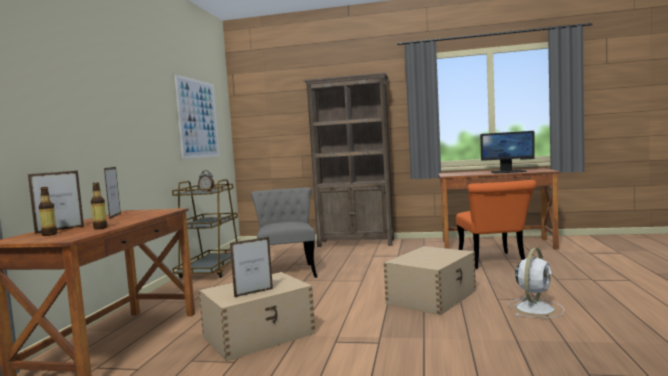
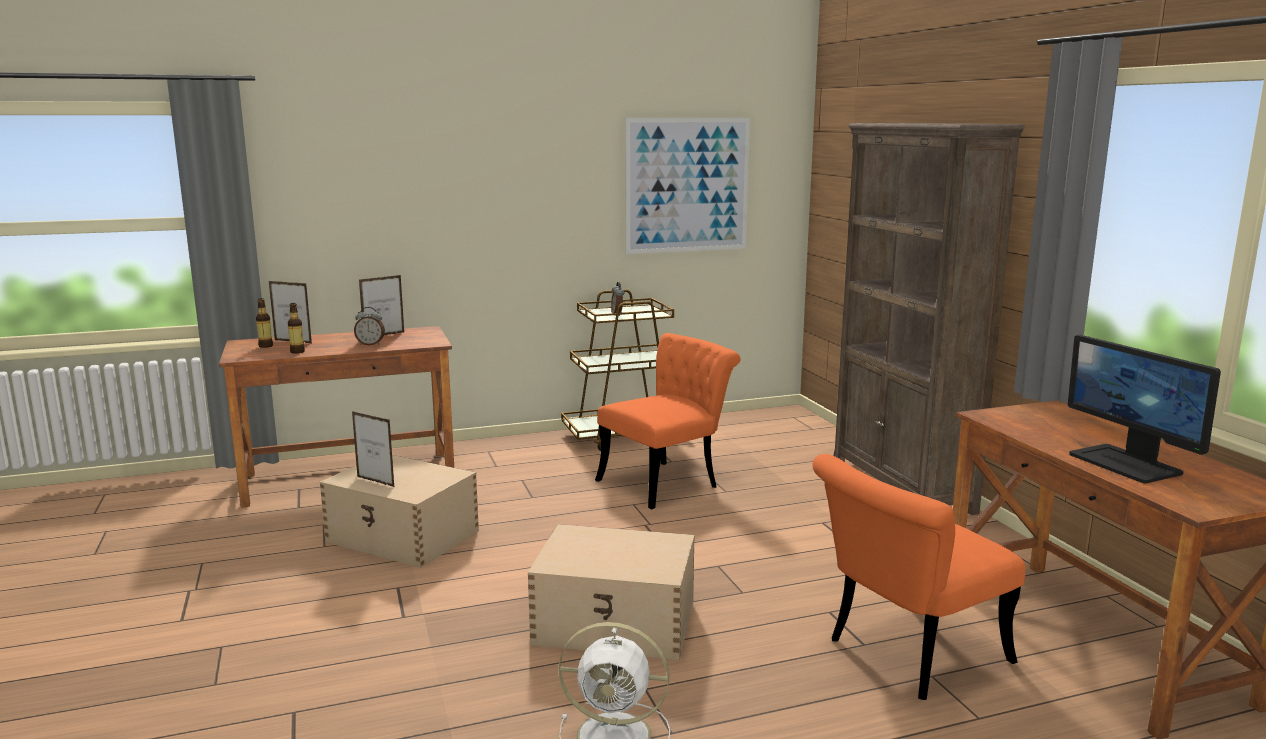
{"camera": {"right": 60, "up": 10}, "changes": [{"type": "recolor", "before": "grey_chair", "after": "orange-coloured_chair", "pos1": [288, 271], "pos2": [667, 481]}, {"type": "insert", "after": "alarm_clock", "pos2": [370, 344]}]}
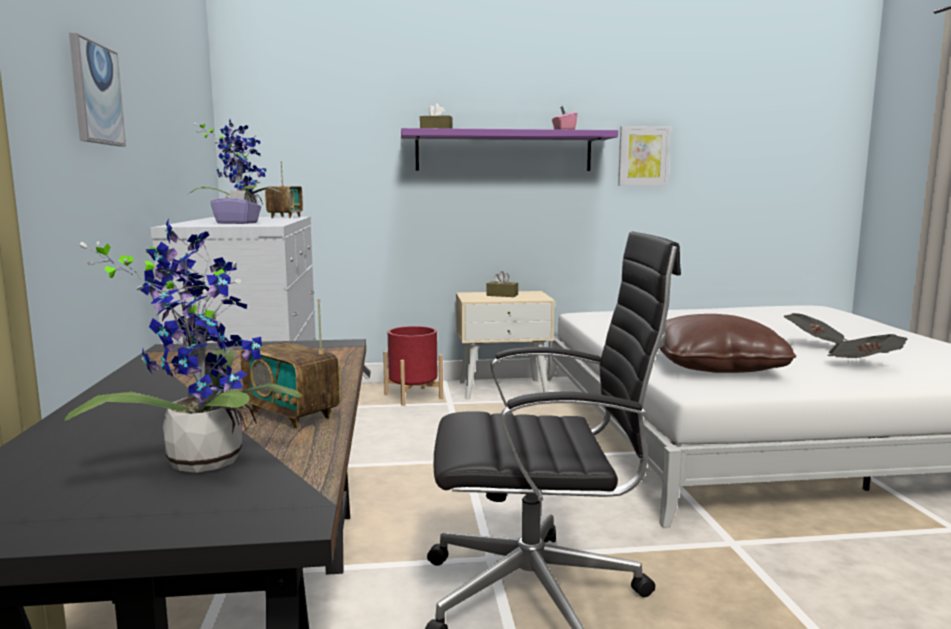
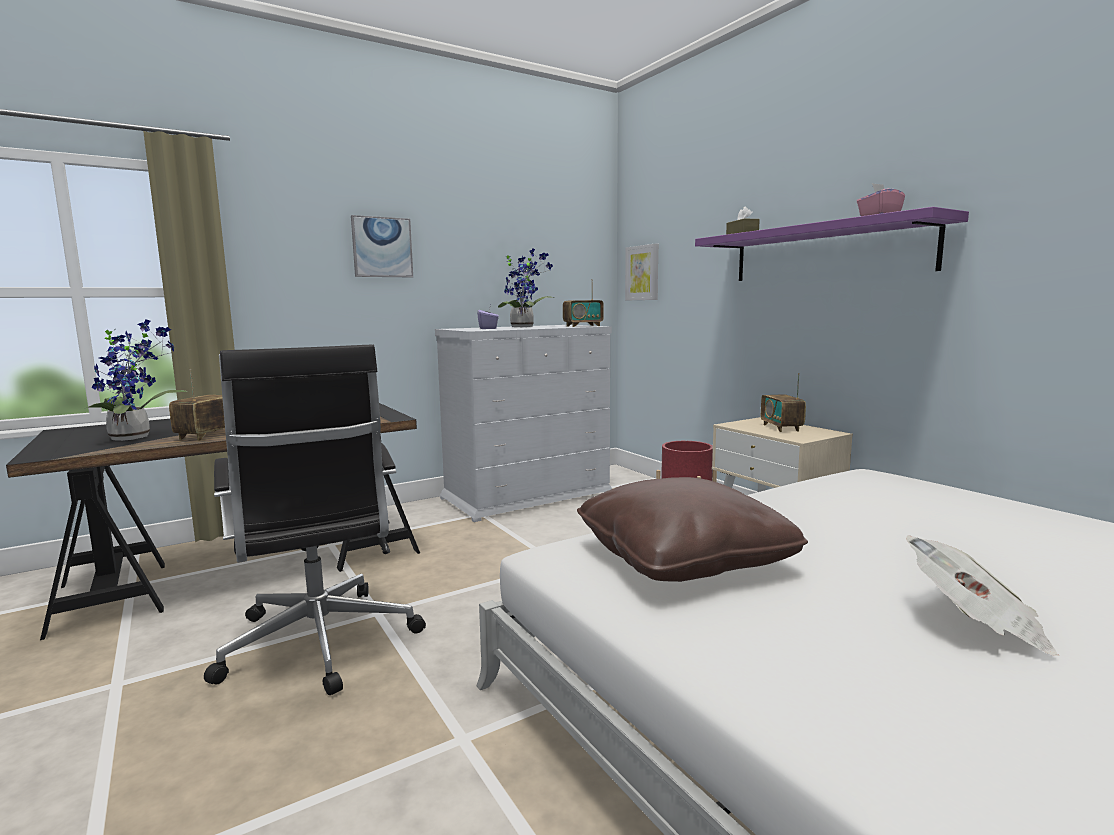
{"camera": {"right": 65, "up": 0}, "changes": [{"type": "replace", "before": "brownish_box_of_tissues", "after": "radio", "pos1": [502, 295], "pos2": [781, 428]}, {"type": "move", "before": "picture", "pos1": [643, 156], "pos2": [642, 273]}, {"type": "delete", "before": "newspaper", "pos1": [863, 366]}]}
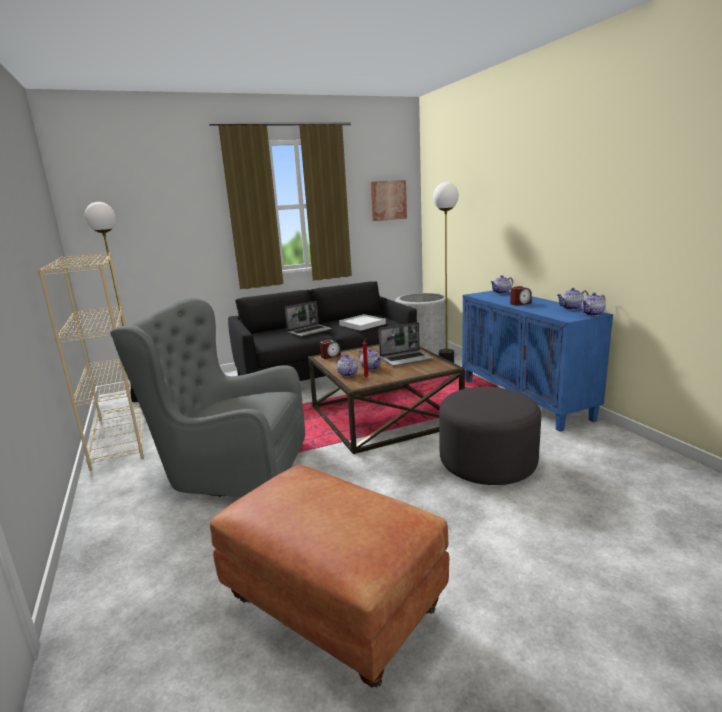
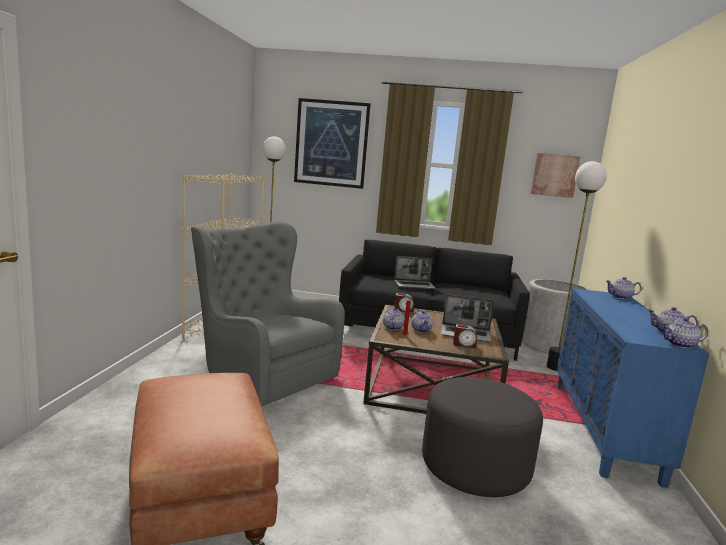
{"camera": {"right": 30, "up": -5}, "changes": [{"type": "delete", "before": "whitish_carrying_tray", "pos1": [362, 324]}, {"type": "move", "before": "alarm_clock", "pos1": [520, 303], "pos2": [464, 345]}, {"type": "insert", "after": "picture", "pos2": [331, 143]}]}
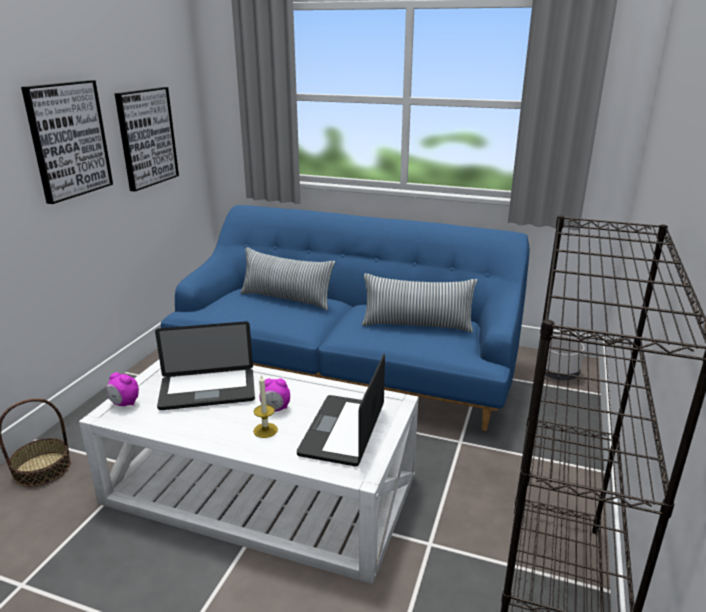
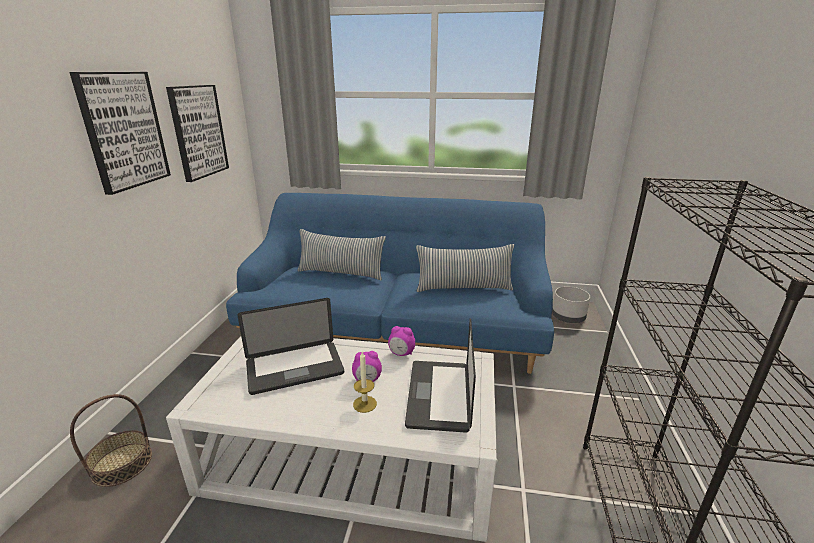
{"camera": {"right": -10, "up": 0}, "changes": [{"type": "move", "before": "alarm_clock", "pos1": [124, 404], "pos2": [401, 354]}]}
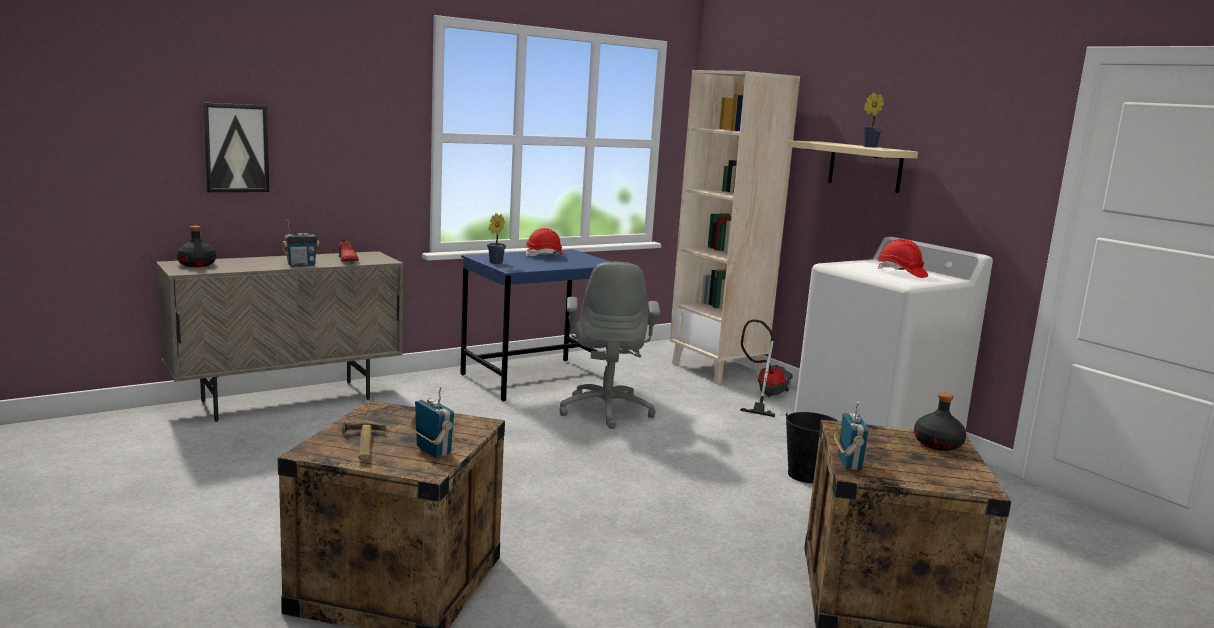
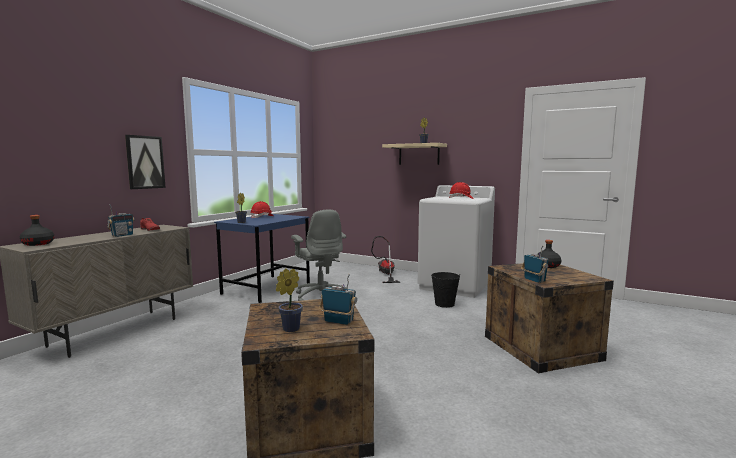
{"camera": {"right": -25, "up": -5}, "changes": [{"type": "move", "before": "picture", "pos1": [236, 148], "pos2": [145, 162]}, {"type": "replace", "before": "hand_hammer", "after": "plant_in_a_pot", "pos1": [361, 445], "pos2": [289, 329]}, {"type": "delete", "before": "sand-coloured_bookcase", "pos1": [717, 370]}]}
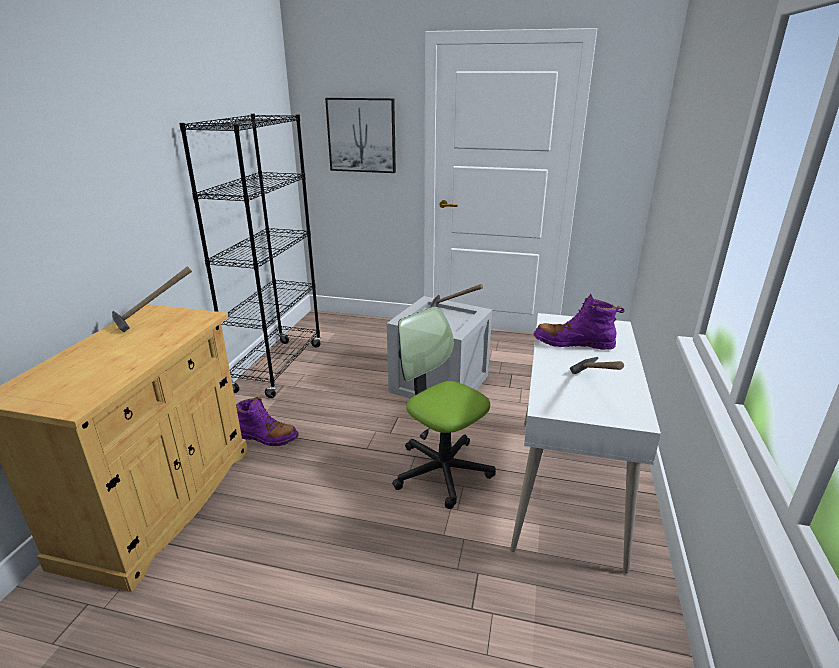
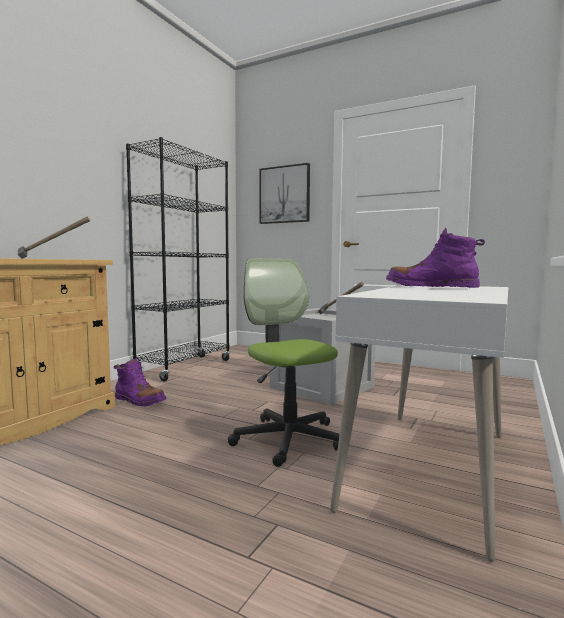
{"camera": {"right": 15, "up": -20}, "changes": [{"type": "delete", "before": "hand_hammer", "pos1": [594, 390]}]}
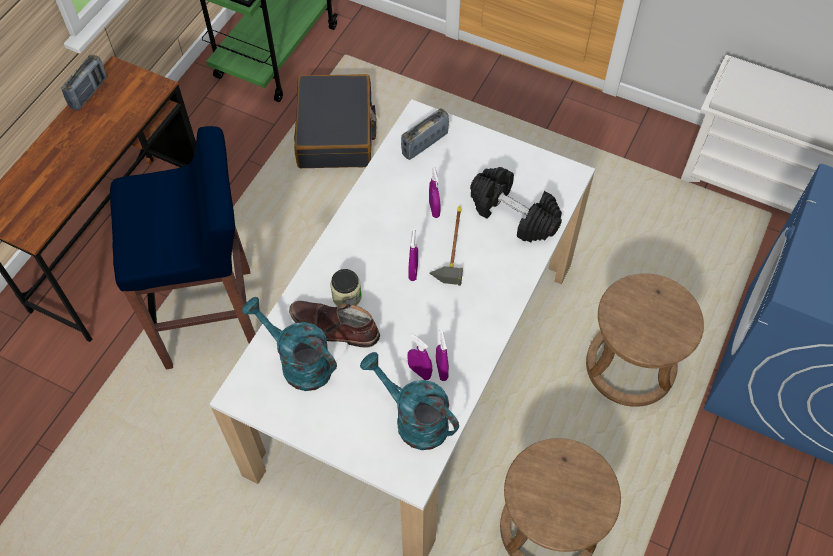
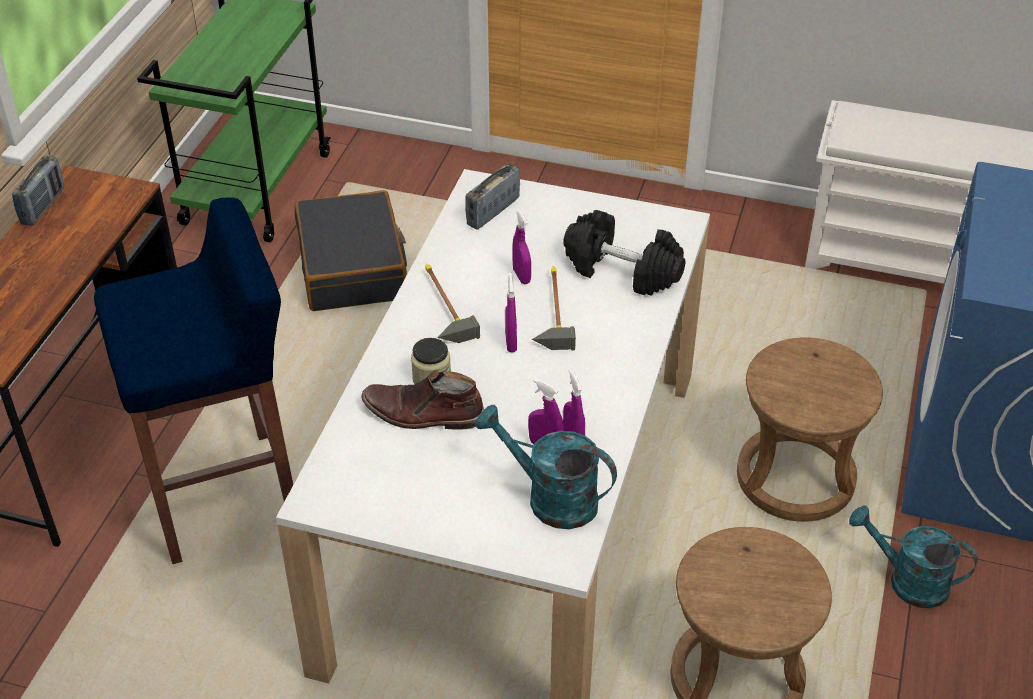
{"camera": {"right": -10, "up": -15}, "changes": [{"type": "move", "before": "blue-green_sprinkling_can", "pos1": [298, 363], "pos2": [907, 581]}, {"type": "insert", "after": "hand_hammer", "pos2": [439, 306]}]}
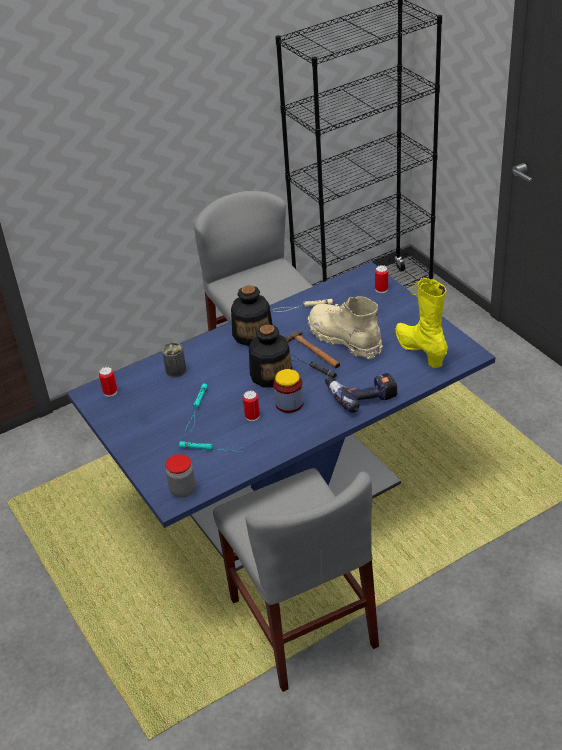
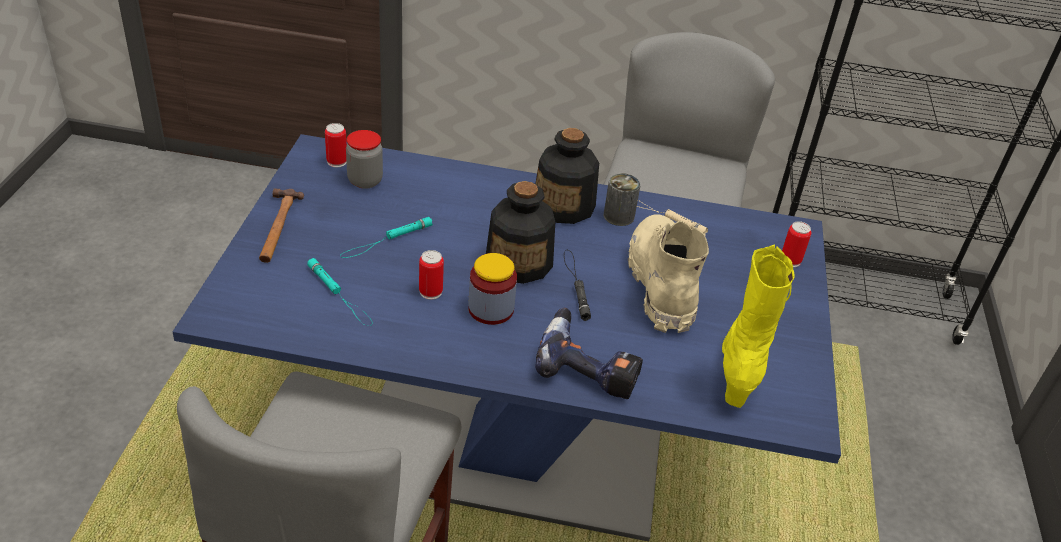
{"camera": {"right": 35, "up": 0}, "changes": [{"type": "move", "before": "can", "pos1": [176, 370], "pos2": [618, 216]}, {"type": "move", "before": "jar", "pos1": [183, 490], "pos2": [365, 181]}, {"type": "move", "before": "hand_hammer", "pos1": [314, 352], "pos2": [277, 227]}]}
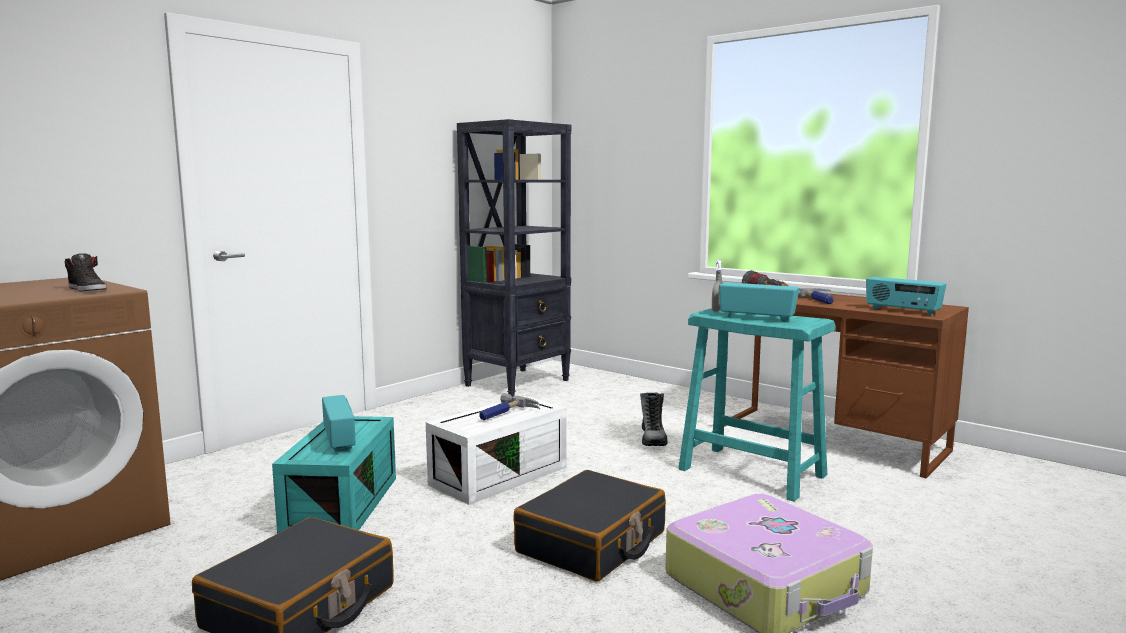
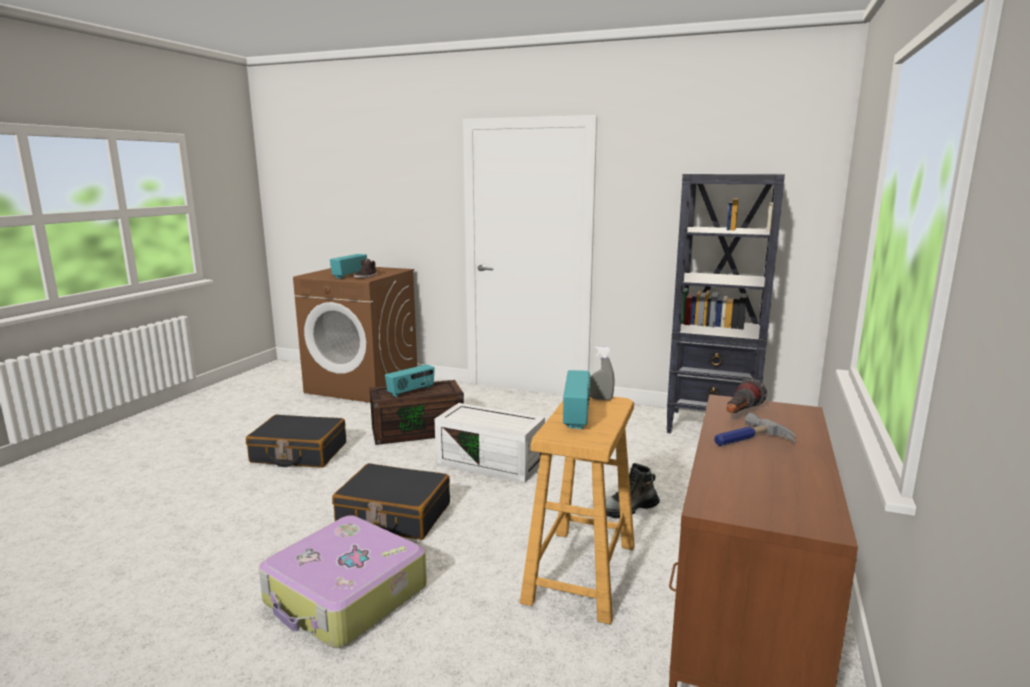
{"camera": {"right": 70, "up": 5}, "changes": [{"type": "recolor", "before": "blue-green_storage_container", "after": "brownish_storage_container", "pos1": [340, 504], "pos2": [418, 430]}, {"type": "delete", "before": "hand_hammer", "pos1": [505, 413]}, {"type": "recolor", "before": "blue-green_sitting_stool", "after": "sand-coloured_sitting_stool", "pos1": [751, 472], "pos2": [581, 572]}, {"type": "move", "before": "radio", "pos1": [902, 311], "pos2": [349, 275]}]}
